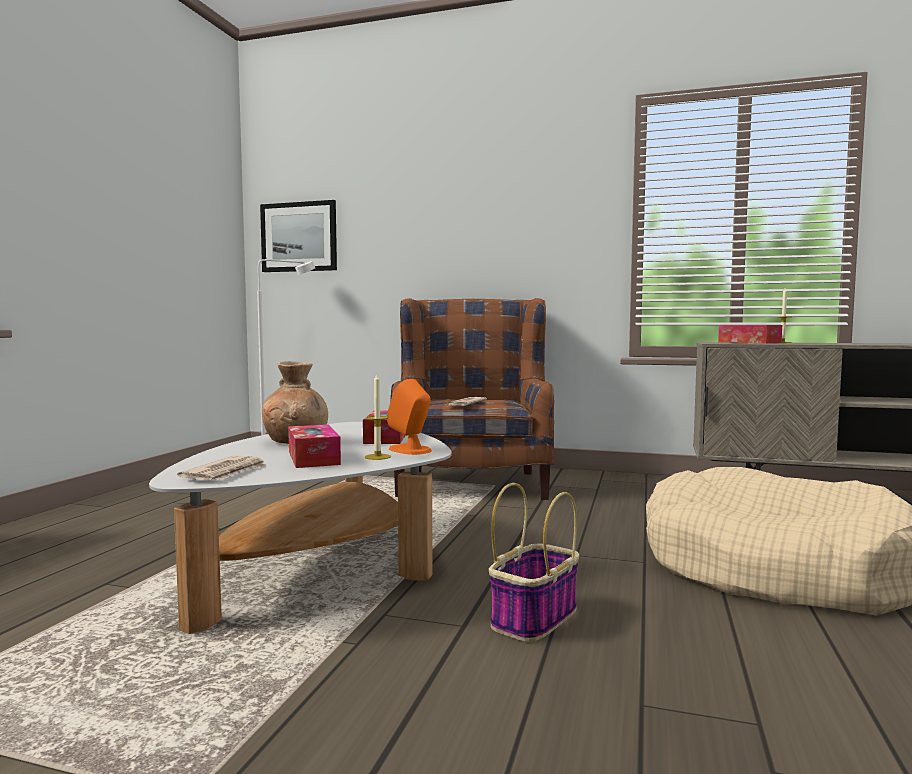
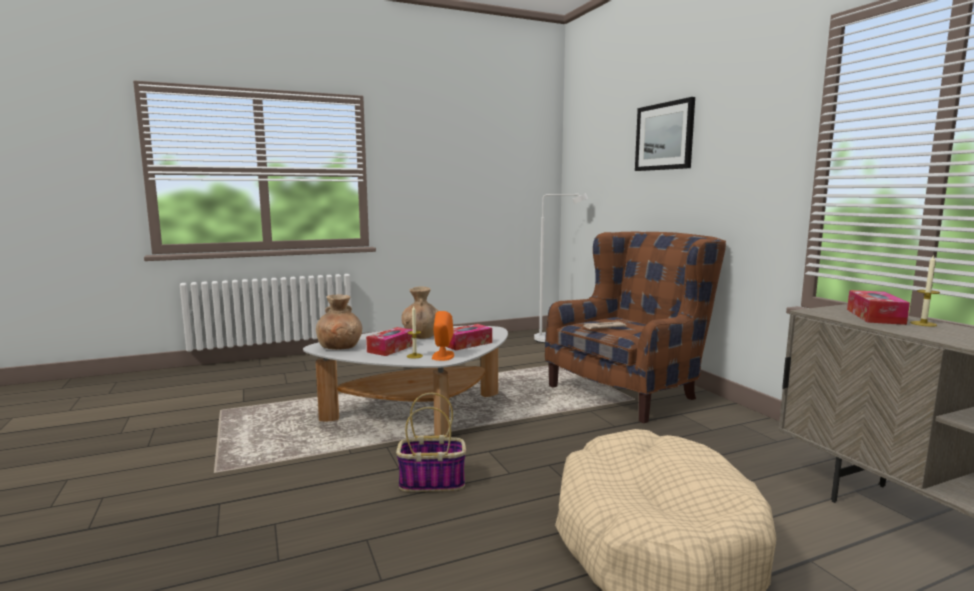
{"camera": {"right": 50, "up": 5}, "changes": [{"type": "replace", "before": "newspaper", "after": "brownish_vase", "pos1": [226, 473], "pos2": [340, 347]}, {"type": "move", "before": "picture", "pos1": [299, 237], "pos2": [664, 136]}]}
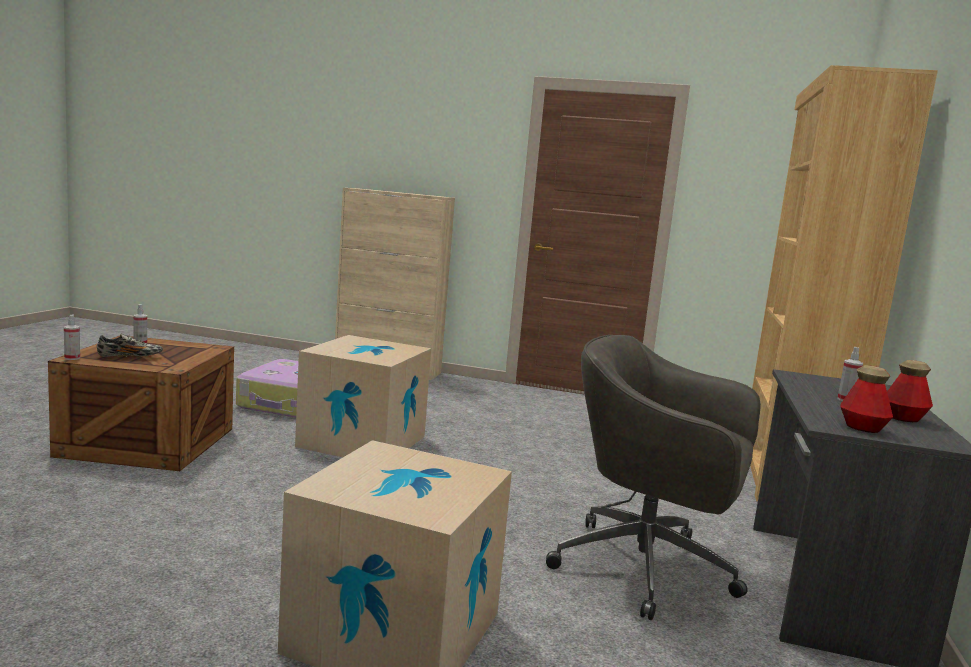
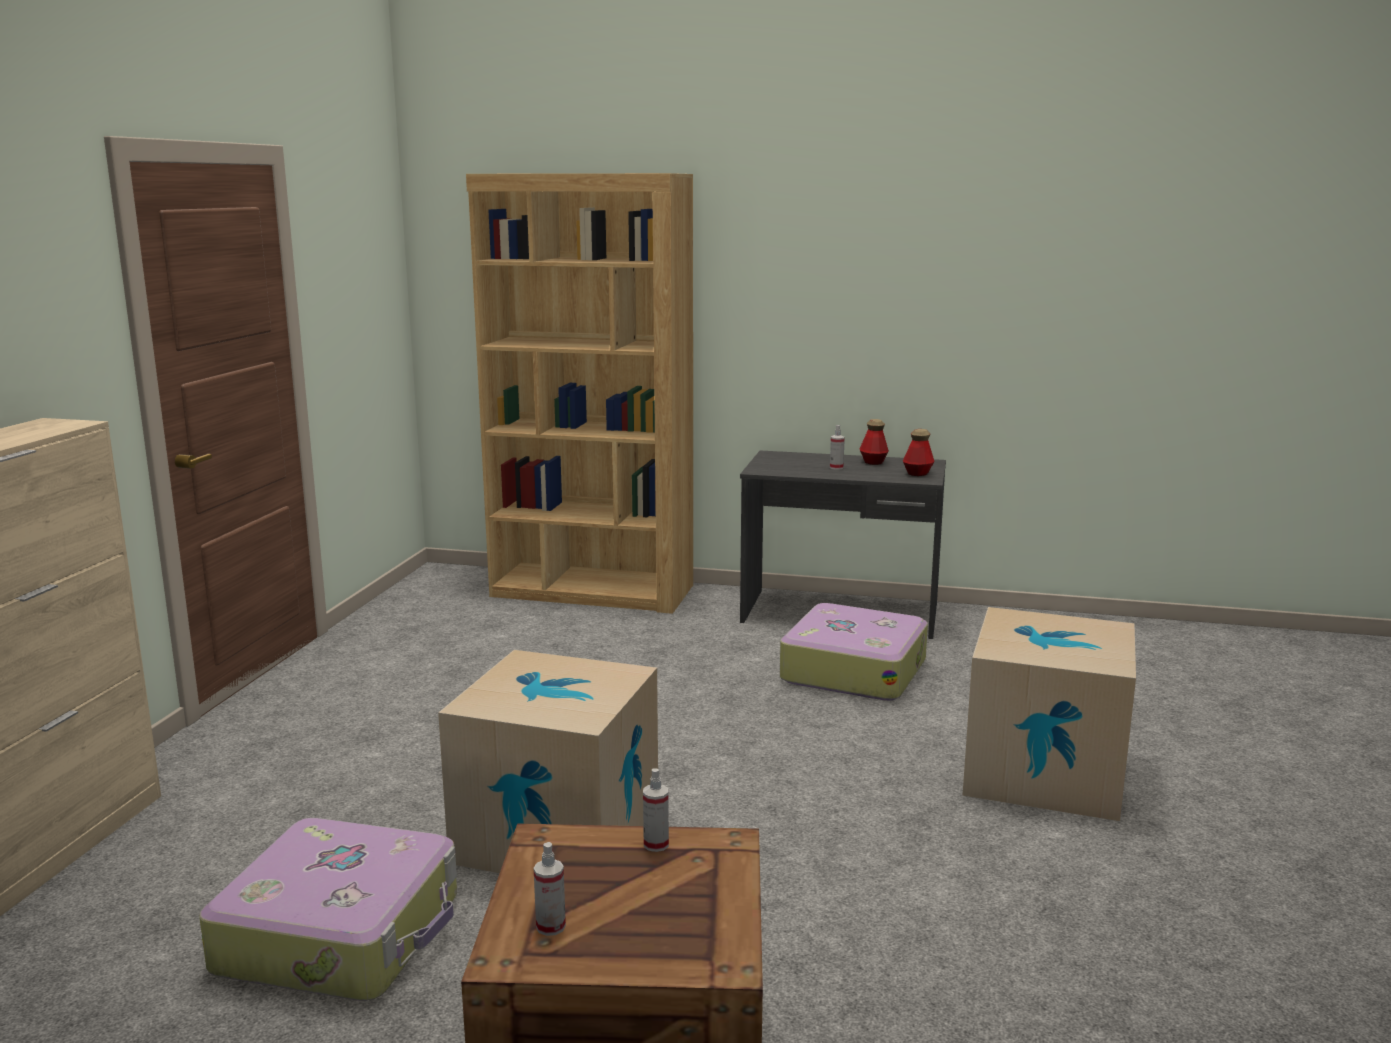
{"camera": {"right": -90, "up": 5}, "changes": [{"type": "move", "before": "hand_sprayer", "pos1": [72, 358], "pos2": [656, 844]}, {"type": "delete", "before": "item_of_footwear", "pos1": [130, 357]}, {"type": "replace", "before": "grey_computer_chair", "after": "piece_of_luggage", "pos1": [649, 569], "pos2": [853, 670]}]}
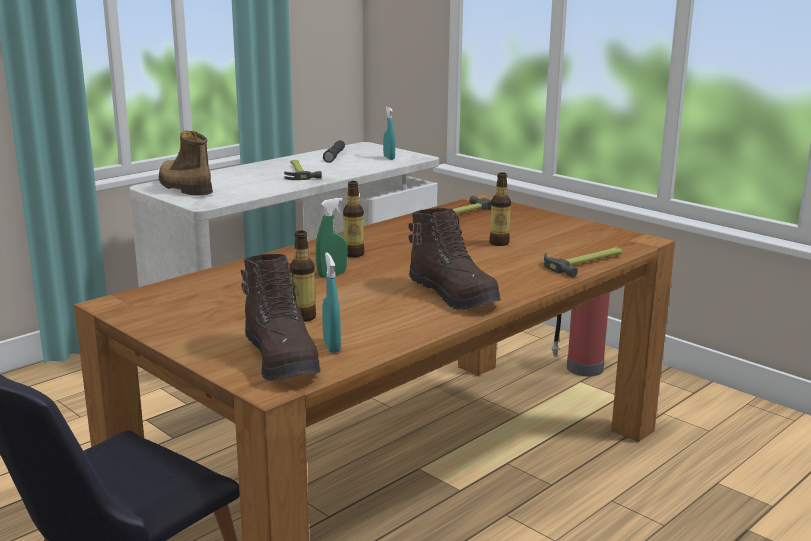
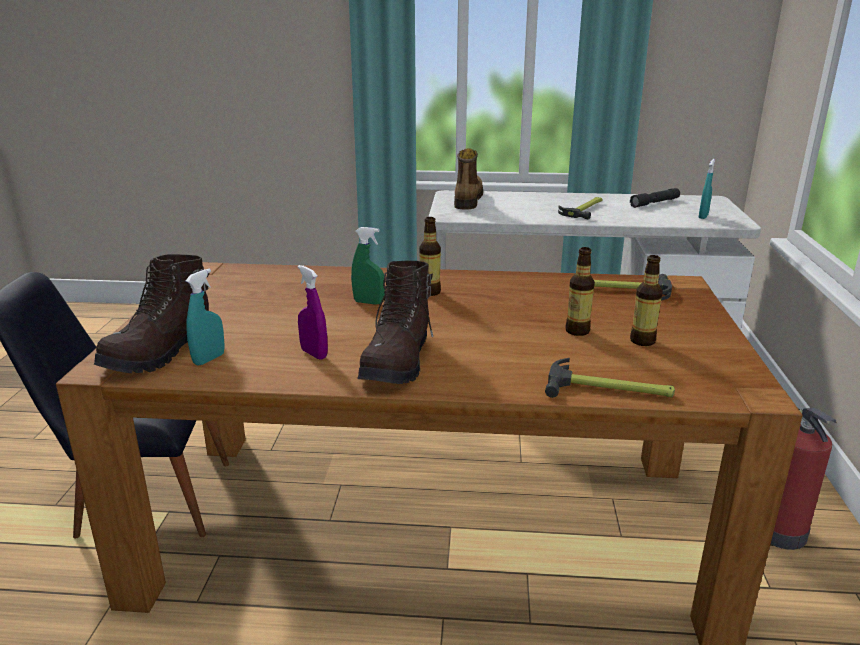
{"camera": {"right": 50, "up": 5}, "changes": [{"type": "move", "before": "bottle", "pos1": [303, 317], "pos2": [642, 341]}, {"type": "insert", "after": "purple-coloured_hand_sprayer", "pos2": [314, 354]}]}
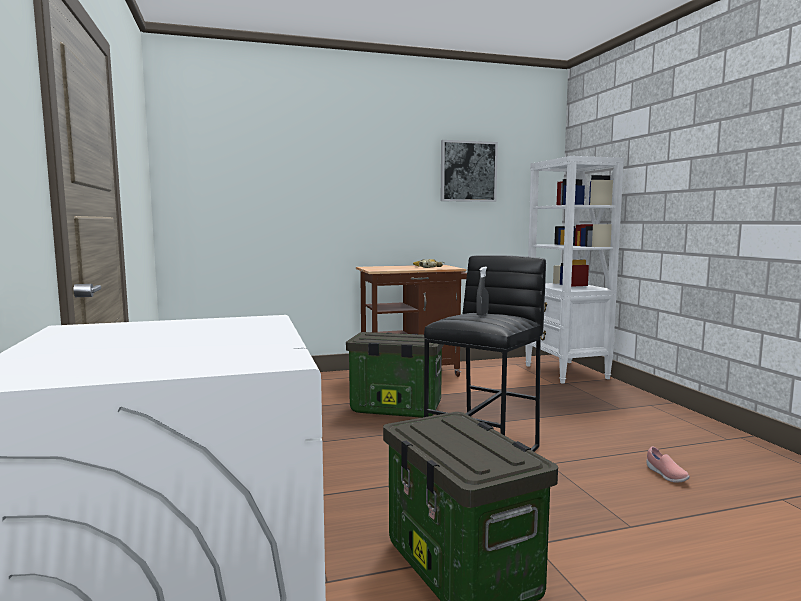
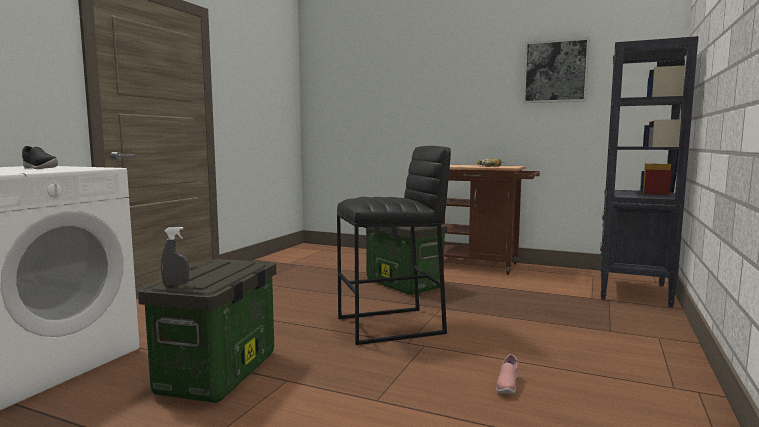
{"camera": {"right": 40, "up": 0}, "changes": [{"type": "move", "before": "grey_hand_sprayer", "pos1": [482, 314], "pos2": [176, 284]}, {"type": "recolor", "before": "whitish_bookcase", "after": "black-coloured_bookcase", "pos1": [566, 372], "pos2": [633, 292]}, {"type": "insert", "after": "black-coloured_item_of_footwear", "pos2": [39, 168]}]}
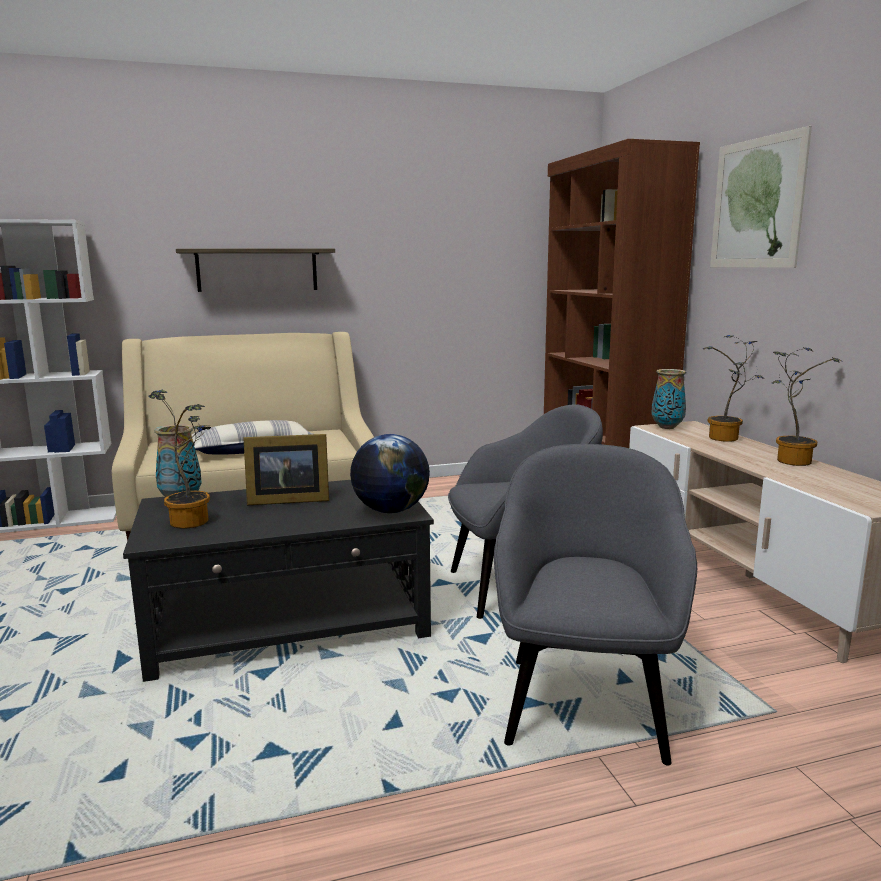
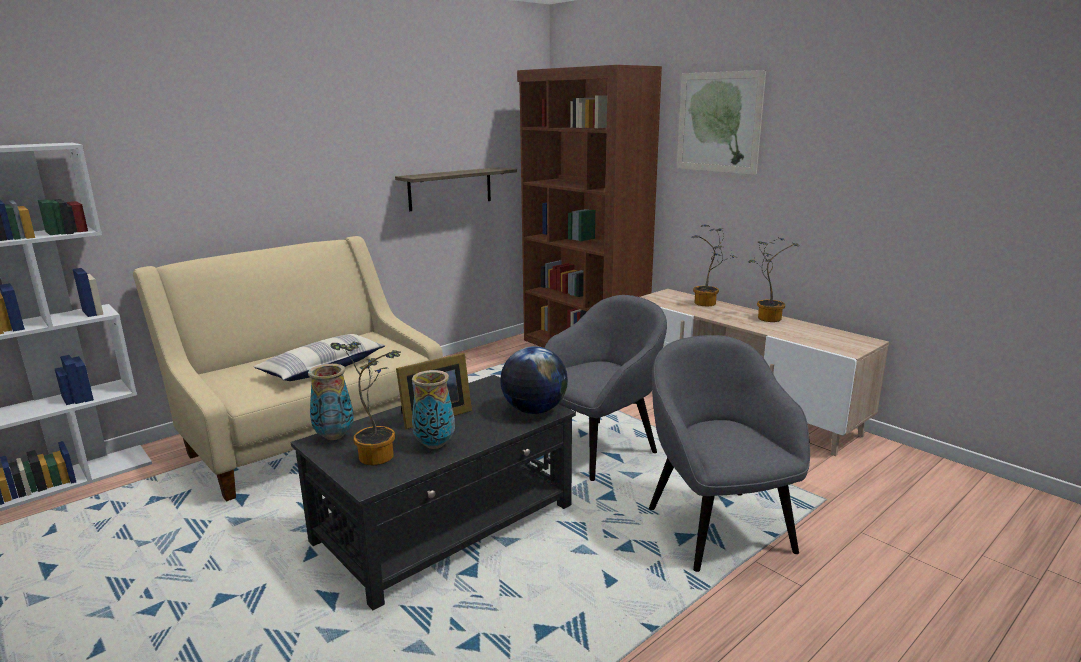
{"camera": {"right": -25, "up": 5}, "changes": [{"type": "move", "before": "bracket_shelf", "pos1": [257, 270], "pos2": [450, 188]}, {"type": "move", "before": "vase", "pos1": [666, 427], "pos2": [434, 445]}]}
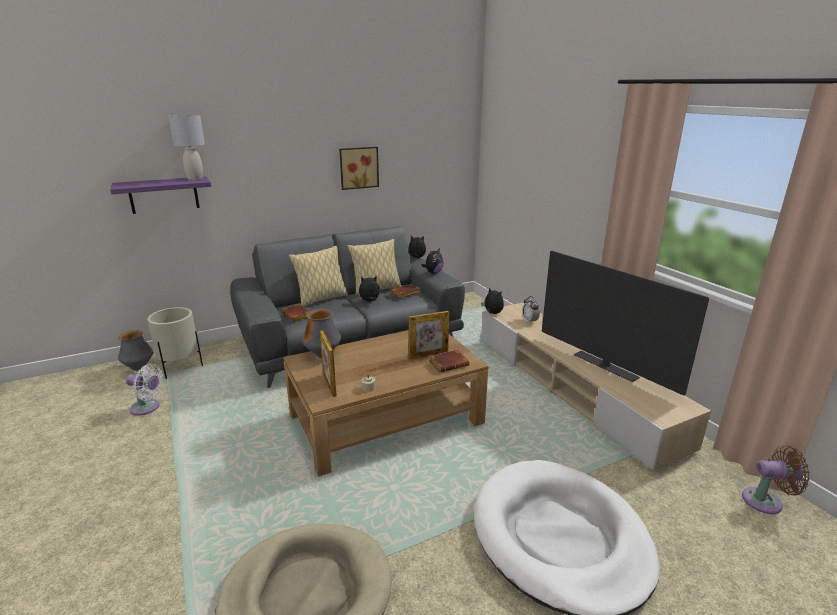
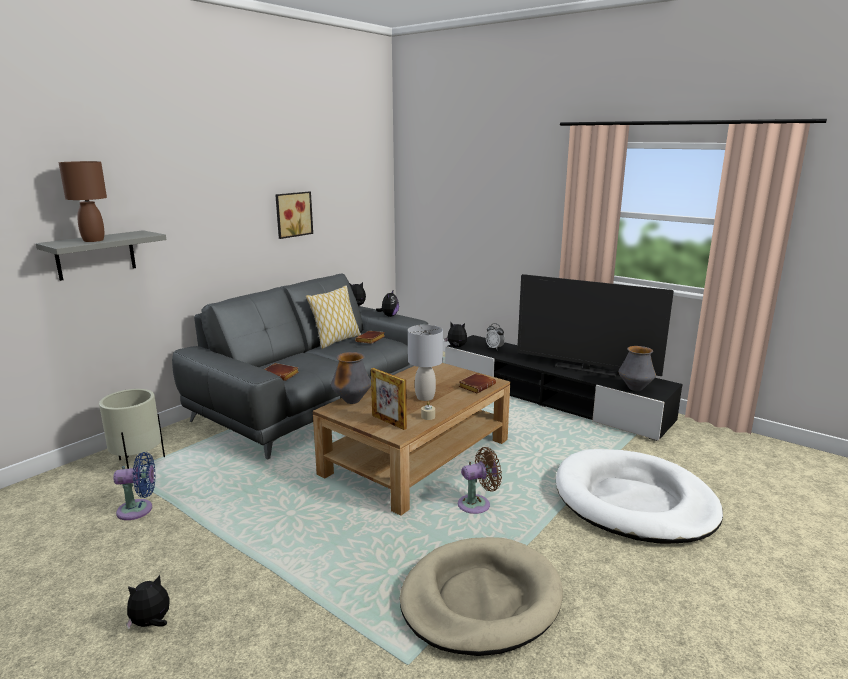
{"camera": {"right": -25, "up": -5}, "changes": [{"type": "recolor", "before": "purple-coloured_bracket_shelf", "after": "grey_bracket_shelf", "pos1": [164, 195], "pos2": [96, 255]}, {"type": "move", "before": "vase", "pos1": [139, 368], "pos2": [635, 389]}, {"type": "recolor", "before": "whitish_fan", "after": "blue_fan", "pos1": [147, 408], "pos2": [139, 510]}, {"type": "move", "before": "grey_tabletop_lamp", "pos1": [194, 178], "pos2": [425, 397]}, {"type": "delete", "before": "cushion", "pos1": [321, 299]}, {"type": "move", "before": "soft_toy", "pos1": [369, 301], "pos2": [152, 623]}, {"type": "delete", "before": "picture_frame", "pos1": [428, 355]}, {"type": "recolor", "before": "sand-coloured_tv_unit", "after": "black-coloured_tv_unit", "pos1": [571, 388], "pos2": [552, 399]}, {"type": "move", "before": "brownish_fan", "pos1": [766, 501], "pos2": [477, 504]}, {"type": "insert", "after": "brownish_tabletop_lamp", "pos2": [93, 240]}]}
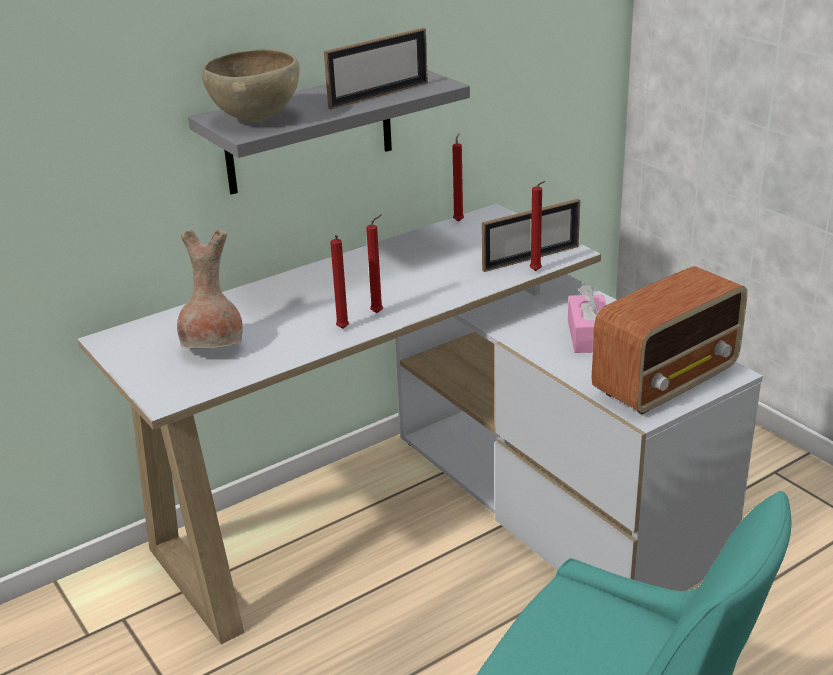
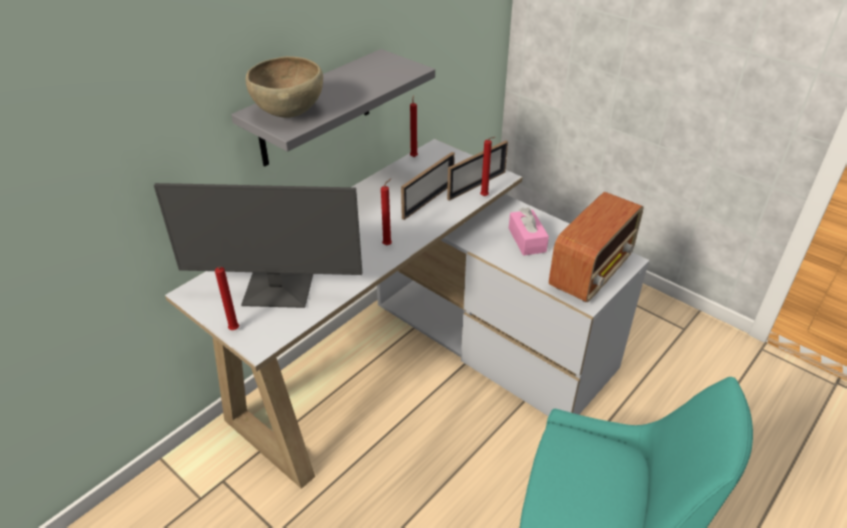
{"camera": {"right": -15, "up": 10}, "changes": [{"type": "replace", "before": "brownish_vase", "after": "computer_screen", "pos1": [215, 348], "pos2": [278, 291]}, {"type": "move", "before": "picture_frame", "pos1": [379, 95], "pos2": [428, 200]}, {"type": "move", "before": "reddish_candle", "pos1": [342, 329], "pos2": [234, 331]}]}
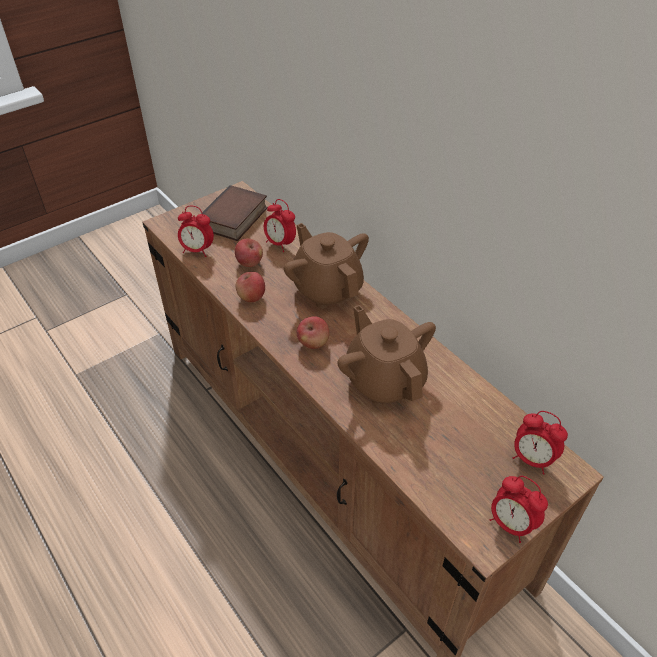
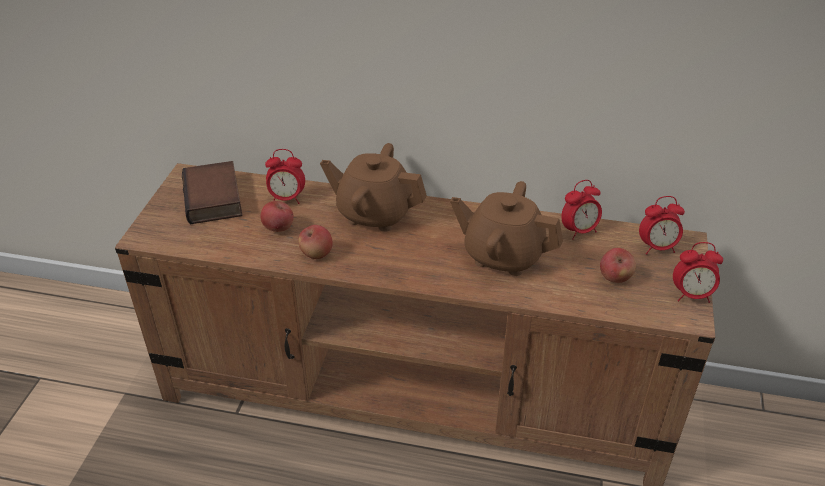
{"camera": {"right": -40, "up": -5}, "changes": [{"type": "move", "before": "alarm_clock", "pos1": [197, 250], "pos2": [579, 231]}, {"type": "move", "before": "apple_fruit", "pos1": [313, 343], "pos2": [615, 278]}]}
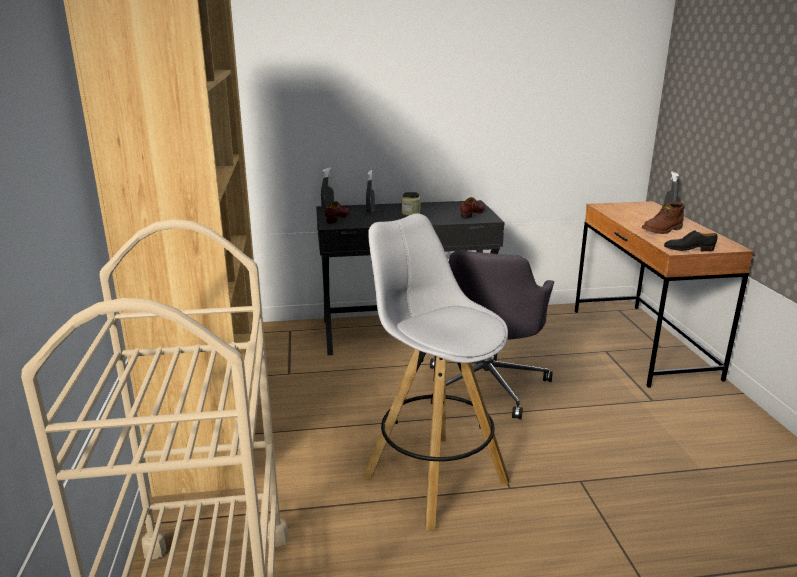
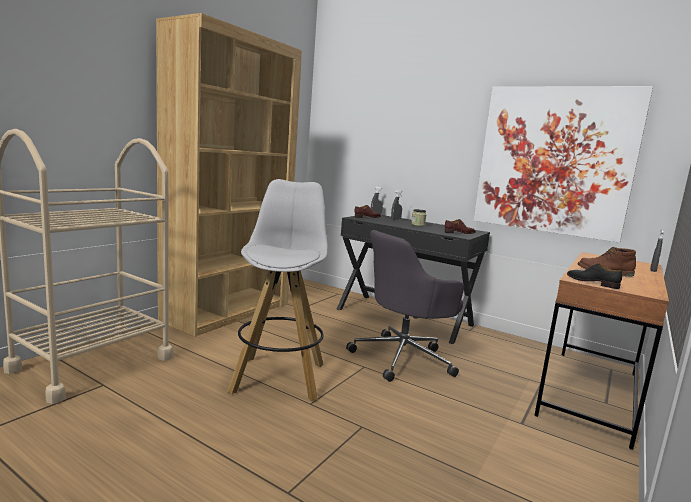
{"camera": {"right": 40, "up": -10}, "changes": [{"type": "insert", "after": "picture", "pos2": [554, 161]}]}
